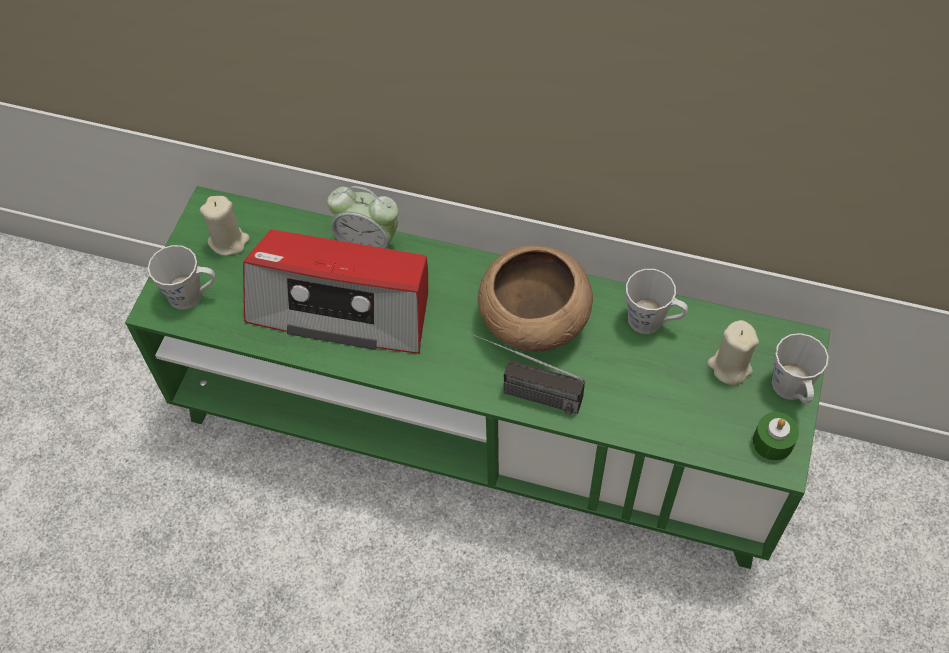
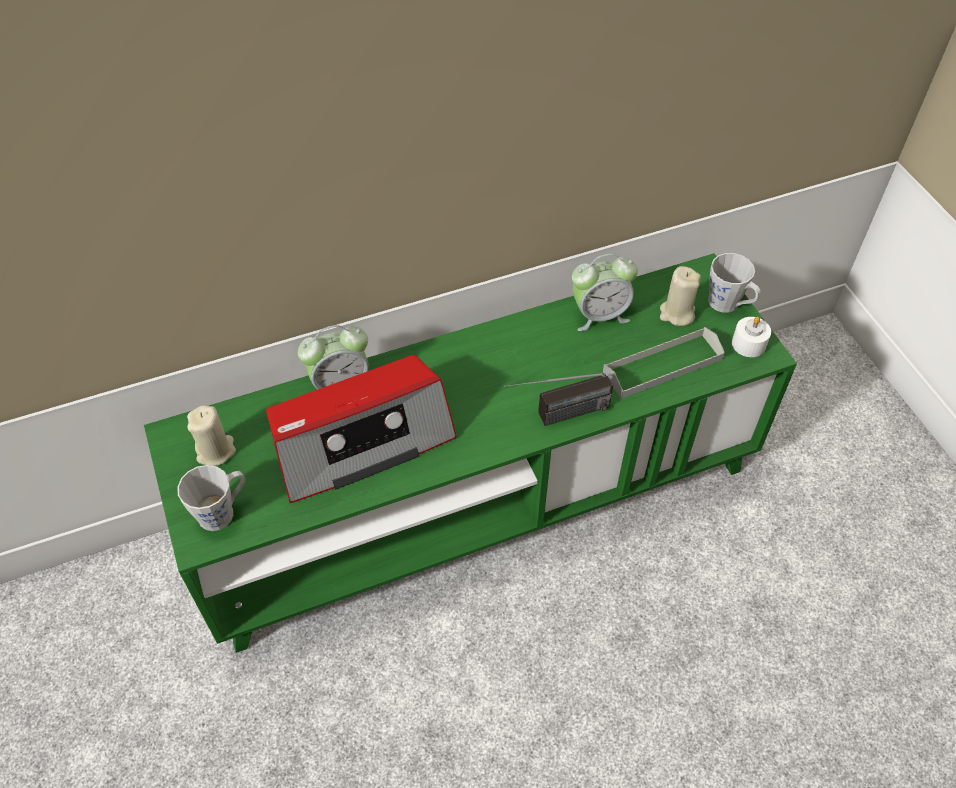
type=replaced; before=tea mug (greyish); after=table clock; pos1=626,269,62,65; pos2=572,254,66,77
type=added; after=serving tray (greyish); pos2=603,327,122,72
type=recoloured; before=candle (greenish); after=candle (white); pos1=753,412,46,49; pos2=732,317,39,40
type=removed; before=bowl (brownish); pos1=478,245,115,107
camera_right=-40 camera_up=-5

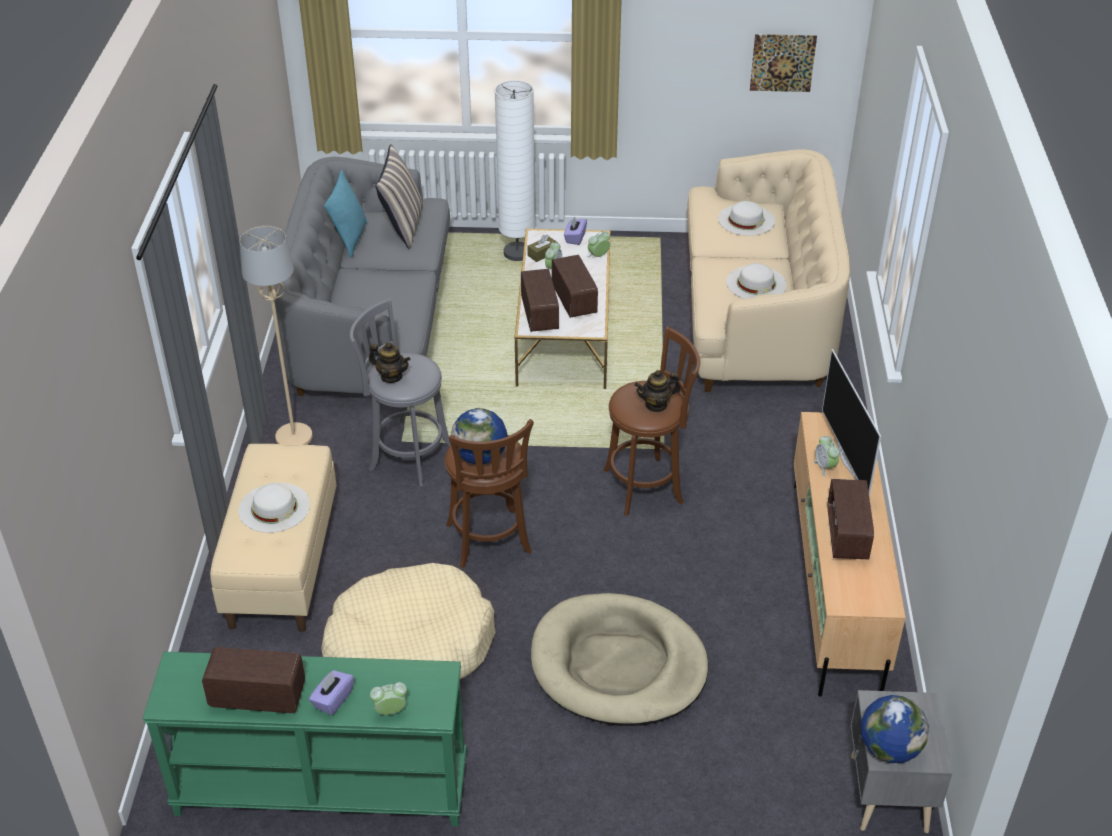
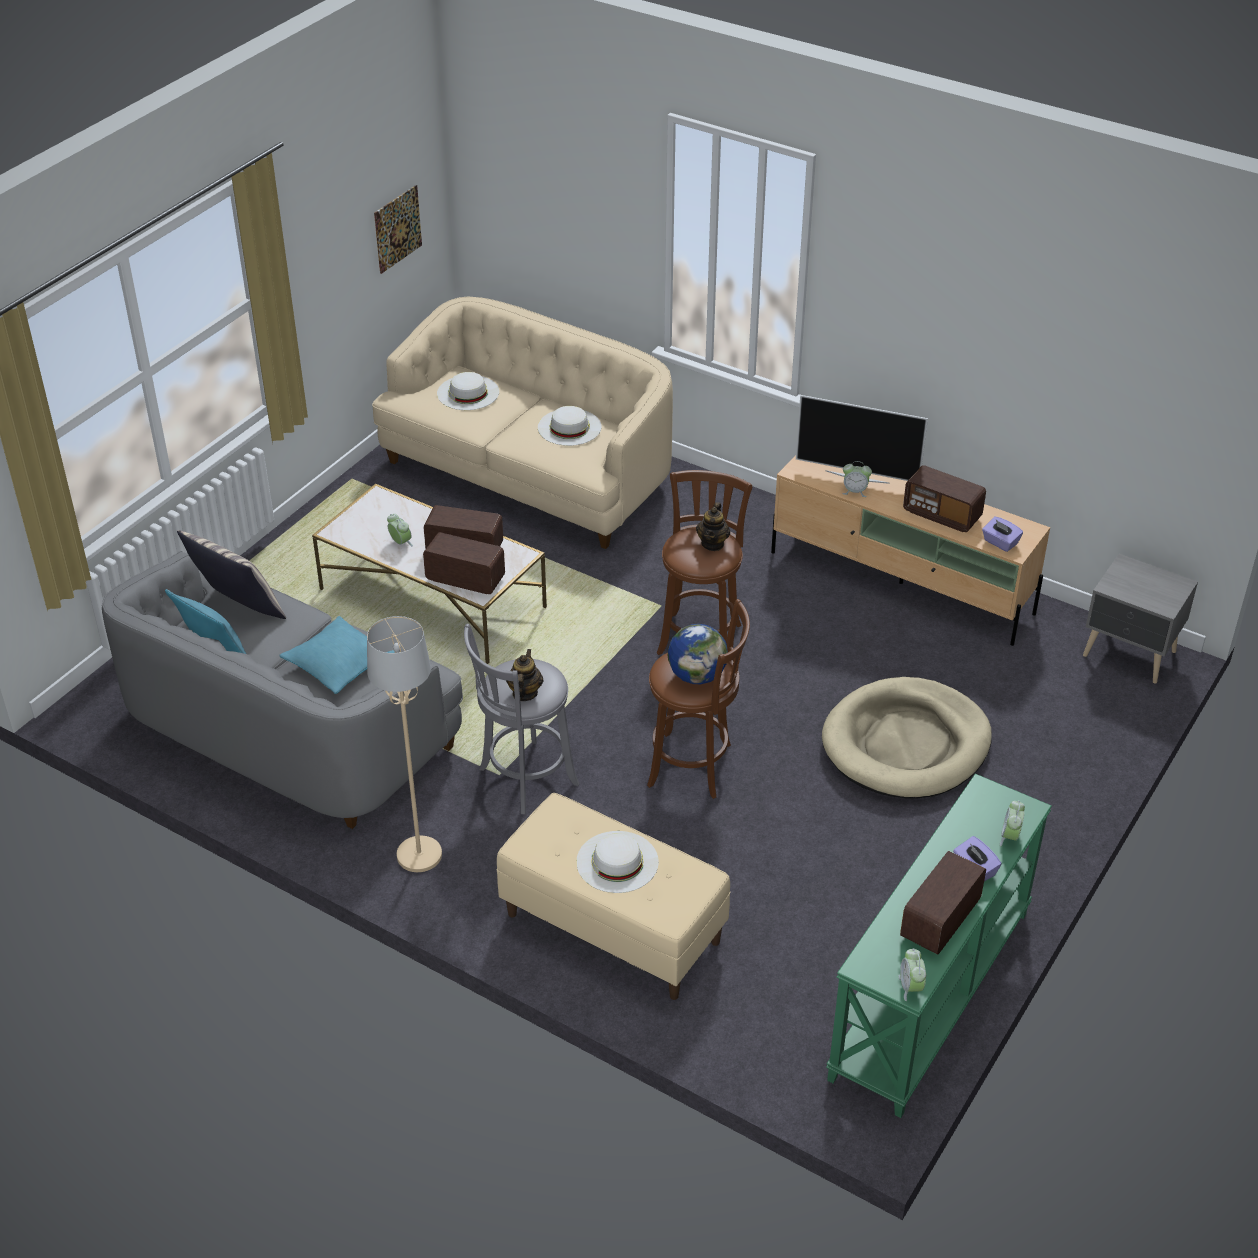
type=added; after=cushion (turquoise-coloured); pos2=279,616,116,78
type=turned; before=tea pot; pos1=369,342,41,41; pos2=506,649,37,52; turn=-45
type=moved; before=table clock; pos1=587,231,23,27; pos2=898,948,28,53
type=moved; before=tissue holder (purple-coloured); pos1=564,216,23,29; pos2=982,517,41,35
type=removed; before=dog bed (beige-coloured); pos1=321,563,175,116
type=removed; before=standing lamp (white); pos1=495,80,40,181
type=removed; before=tissue holder (brownish); pos1=527,234,31,28
type=removed; before=globe; pos1=861,695,68,68
camera_right=-60 camera_up=0

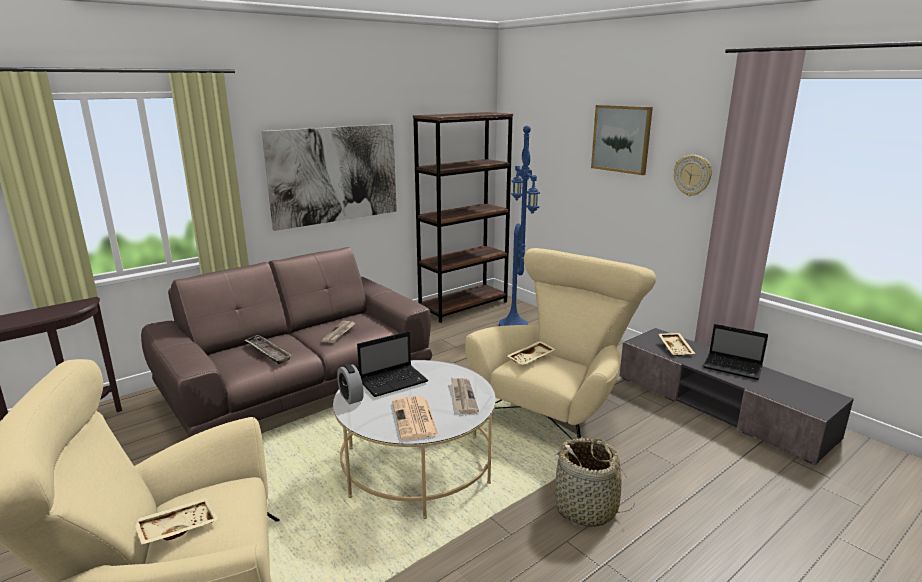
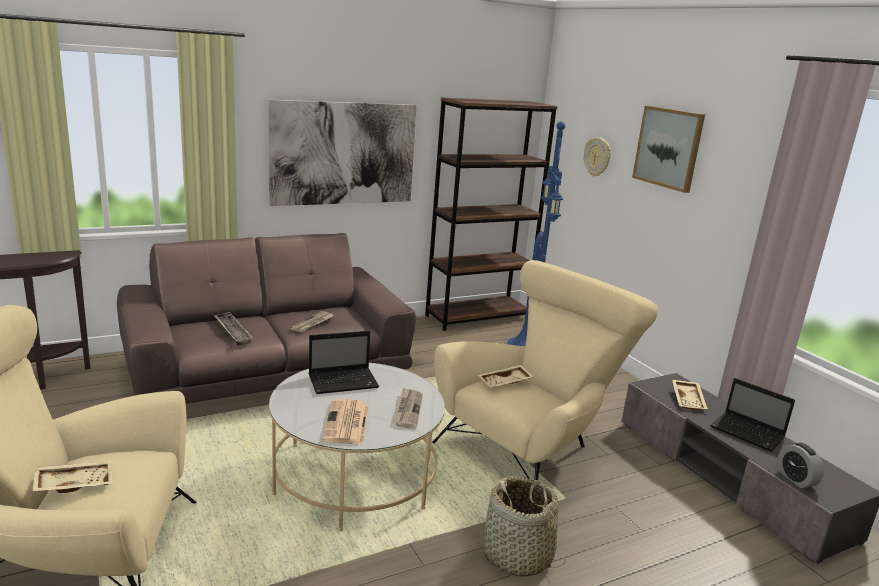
type=moved; before=hanging clock; pos1=674,155,38,41; pos2=584,137,27,39
type=moved; before=table clock; pos1=337,364,27,40; pos2=778,443,46,45
camera_right=10 camera_up=0

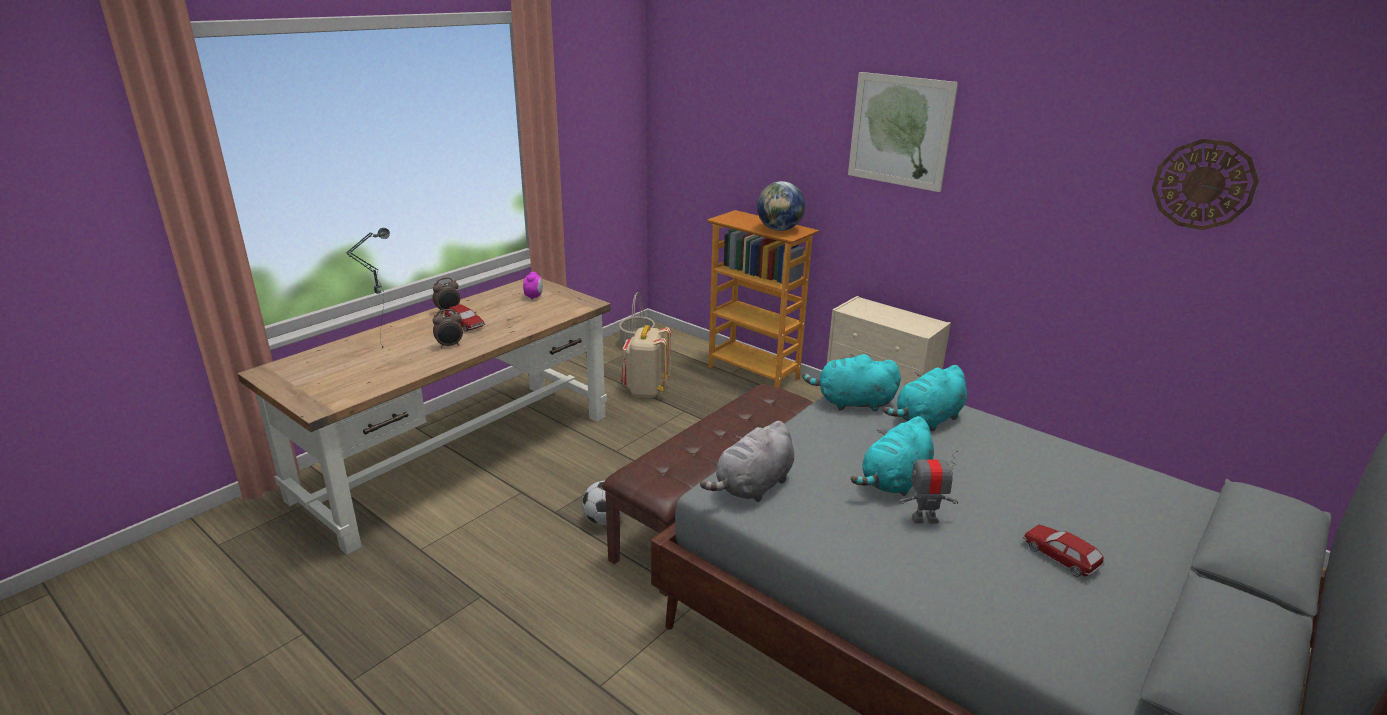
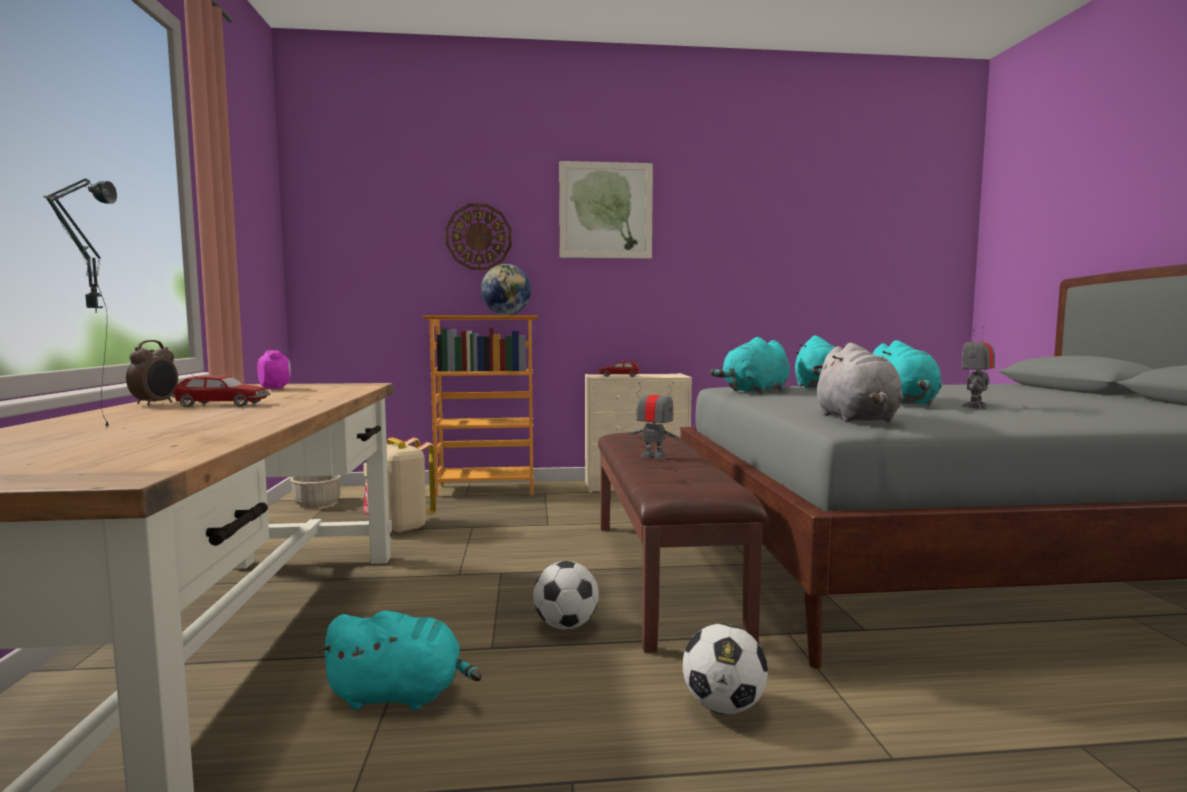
type=added; after=cuddly toy (turquoise-coloured); pos2=317,611,165,99
type=moved; before=hanging clock; pos1=1152,139,107,91; pos2=446,203,66,67
type=moved; before=model car; pos1=1023,525,82,52; pos2=599,362,42,15
type=added; after=toy robot; pos2=628,382,52,77
type=added; after=football ball; pos2=683,623,85,92
type=removed; before=table clock; pos1=433,309,30,39
camera_right=-45 camera_up=-20

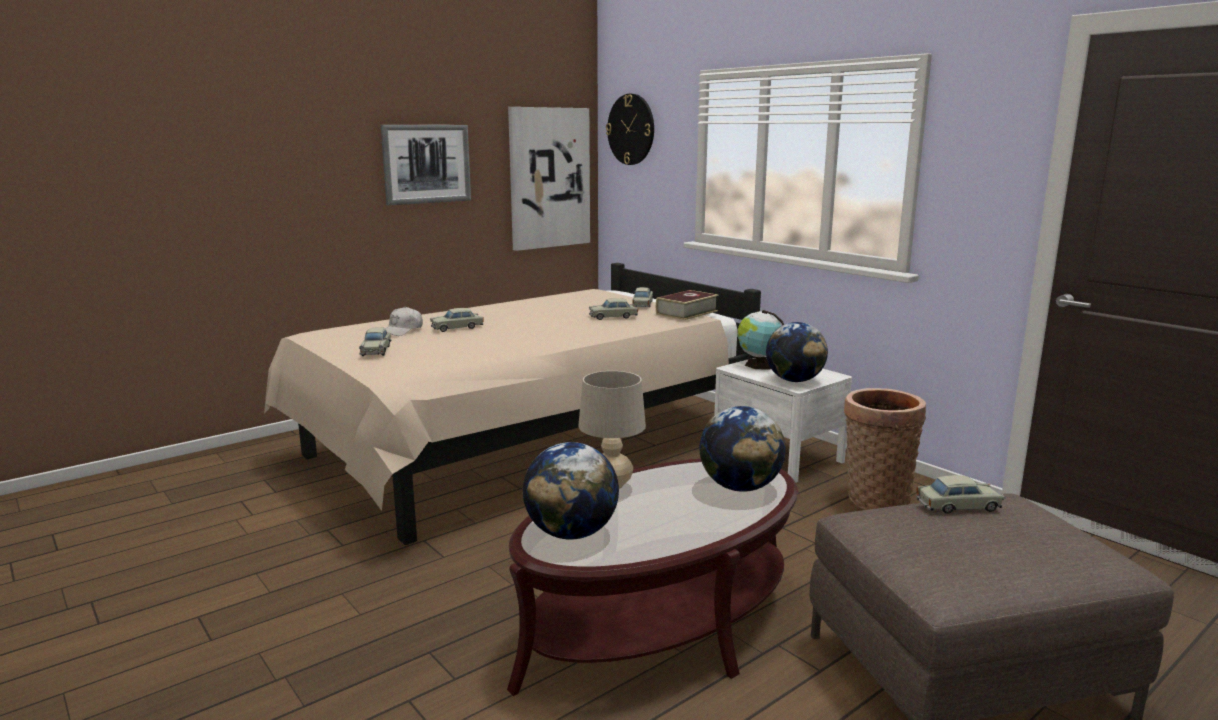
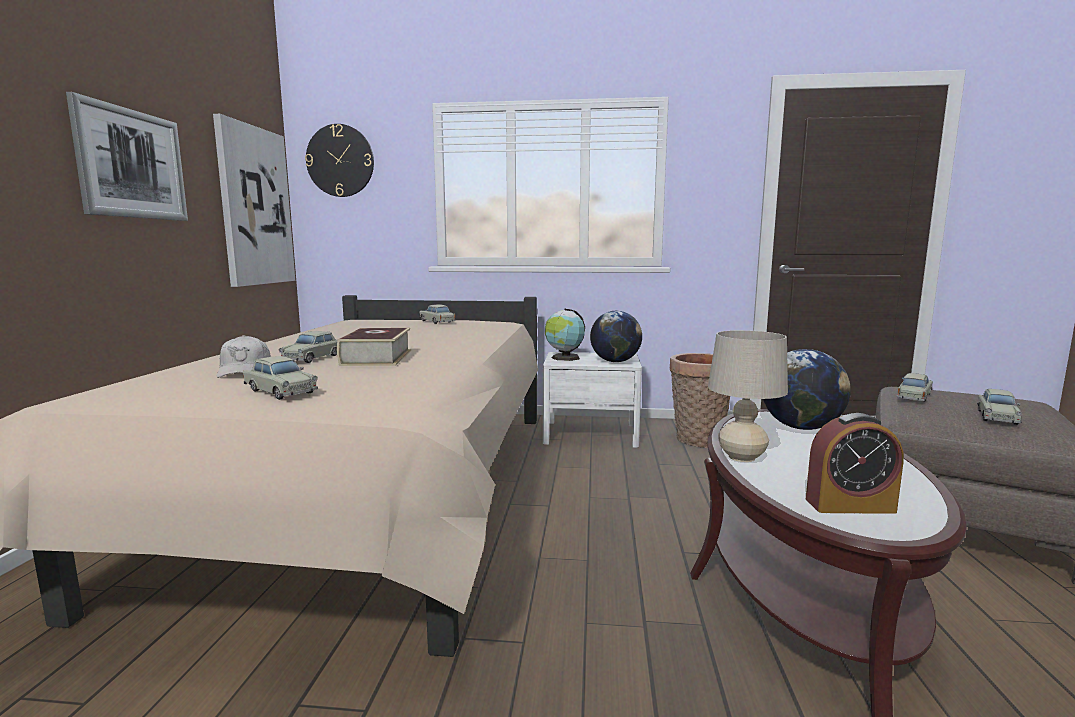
type=moved; before=bound book; pos1=656,290,63,30; pos2=337,328,74,38
type=replaced; before=globe; after=table clock; pos1=523,442,96,98; pos2=806,413,98,101
type=moved; before=model car (beige-coloured); pos1=589,298,49,22; pos2=977,389,45,36
camera_right=-45 camera_up=-5

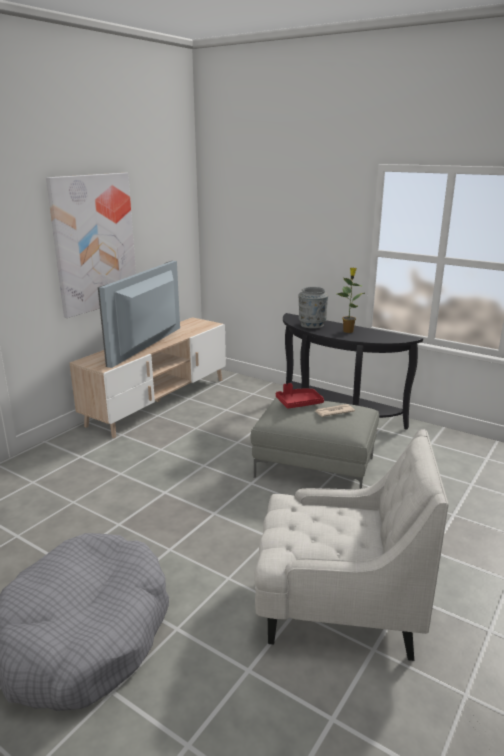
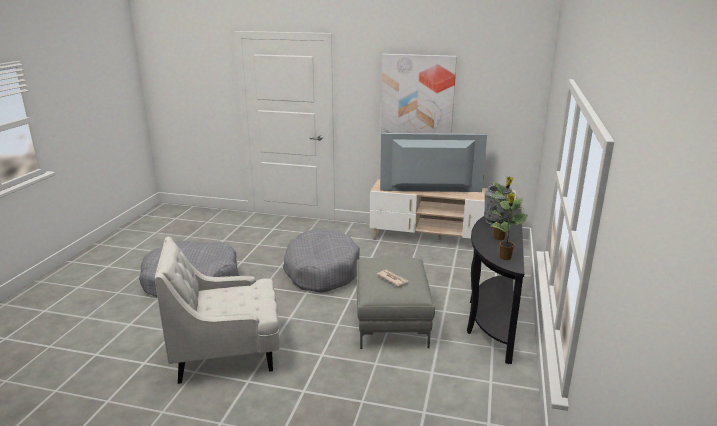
type=turned; before=easy chair (white); pos1=254,429,195,232; pos2=154,237,126,147; turn=90
type=added; after=dog bed (greyish); pos2=283,228,77,65
type=added; after=plant in a pot; pos2=491,193,37,67
type=removed; before=serving tray (red-coloured); pos1=276,383,48,26
camera_right=70 camera_up=0

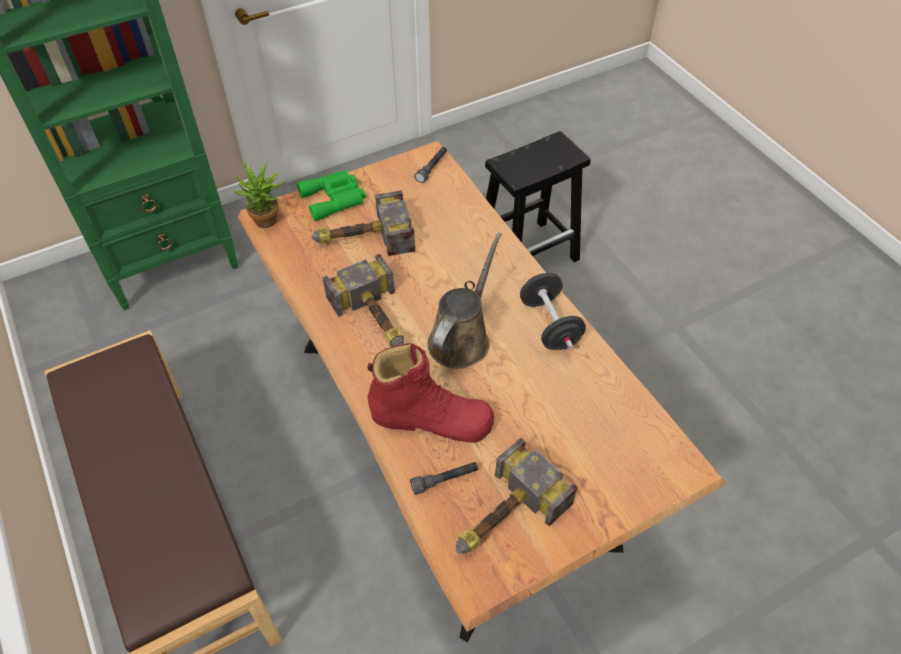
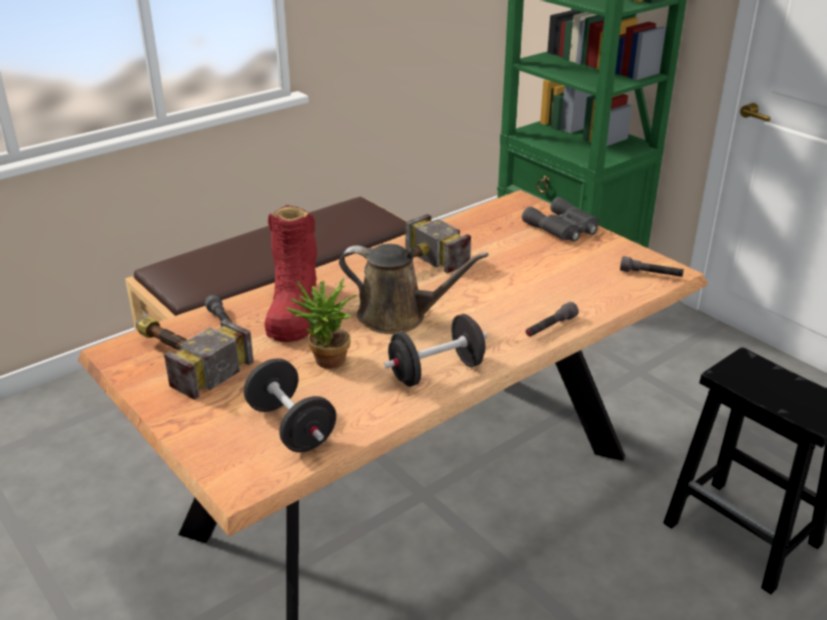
type=added; after=dumbbell (blackish); pos2=244,358,92,94
type=moved; before=plant in a pot; pos1=233,159,54,69; pos2=286,276,72,93
type=recoloured; before=field glasses (greenish); after=field glasses (greyish); pos1=297,170,69,51; pos2=522,197,77,45
type=added; after=hand torch (greyish); pos2=526,302,53,35
type=removed; before=hand hammer; pos1=312,190,103,66
camera_right=80 camera_up=-20

